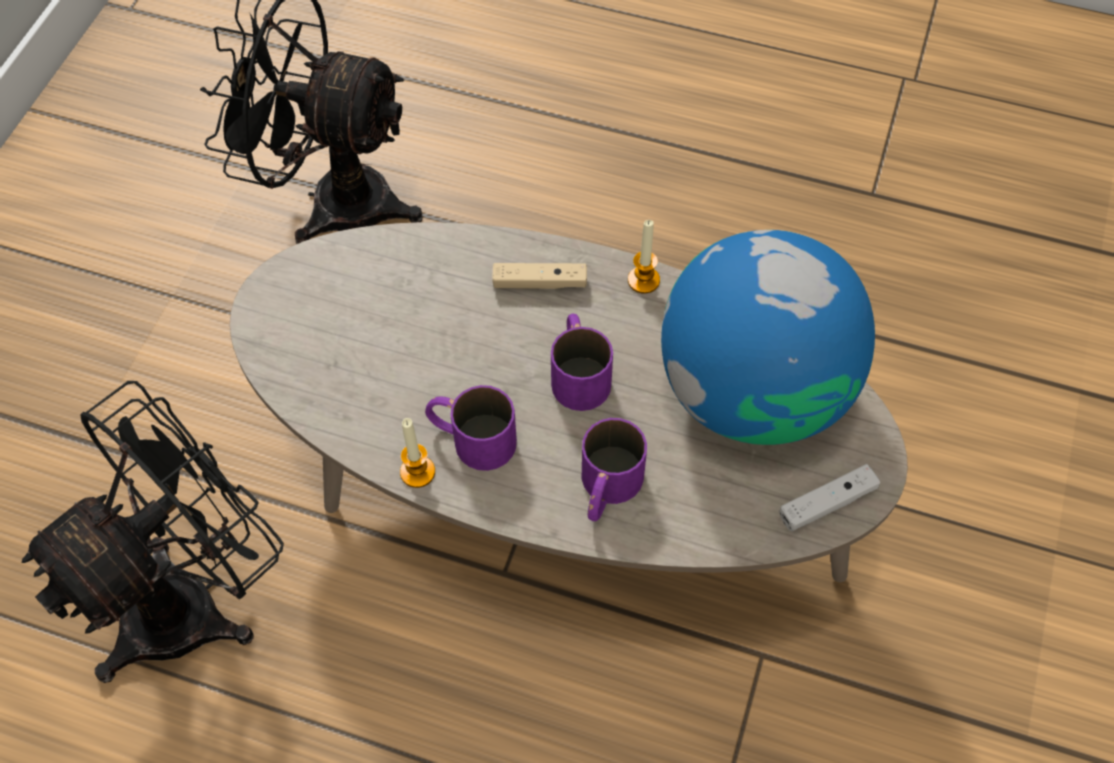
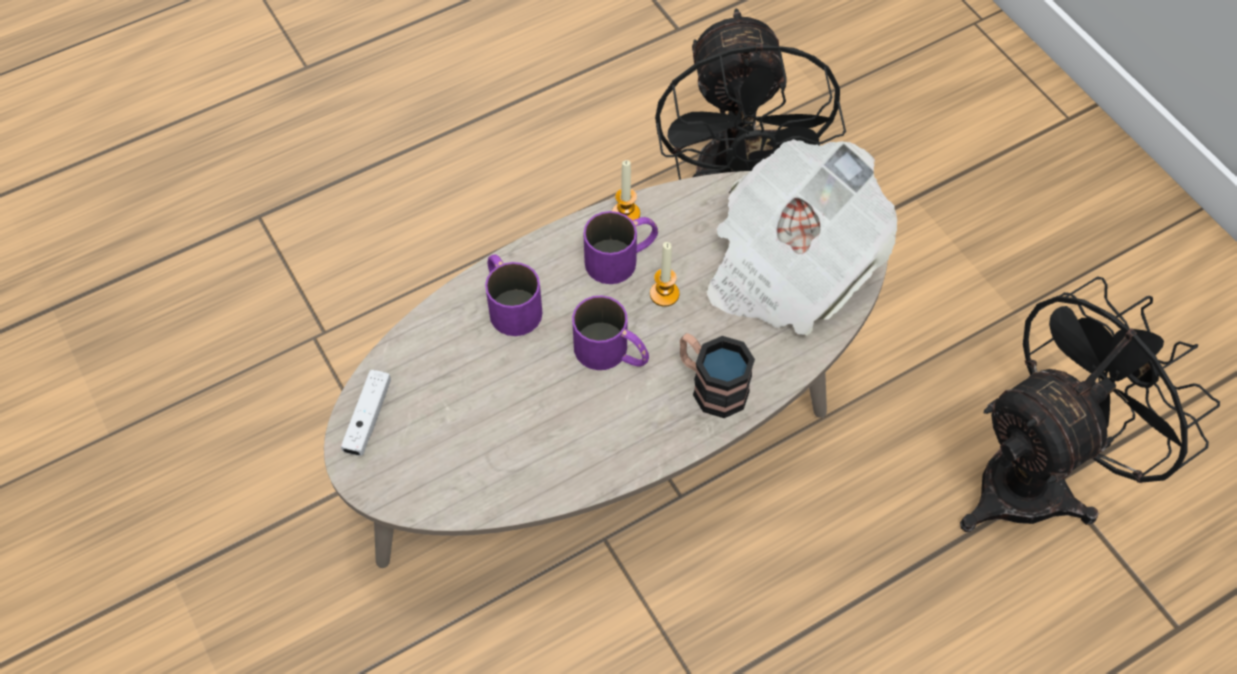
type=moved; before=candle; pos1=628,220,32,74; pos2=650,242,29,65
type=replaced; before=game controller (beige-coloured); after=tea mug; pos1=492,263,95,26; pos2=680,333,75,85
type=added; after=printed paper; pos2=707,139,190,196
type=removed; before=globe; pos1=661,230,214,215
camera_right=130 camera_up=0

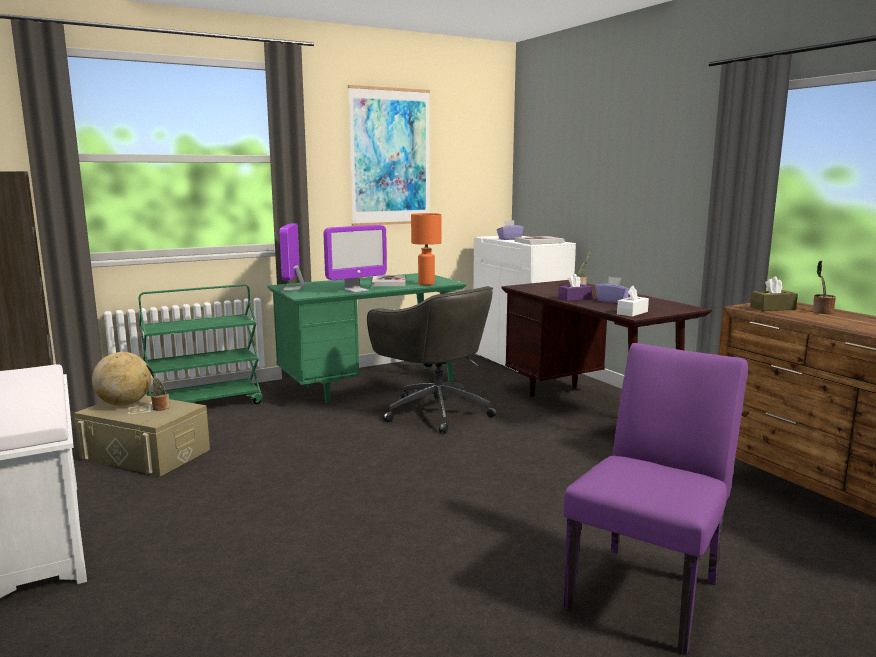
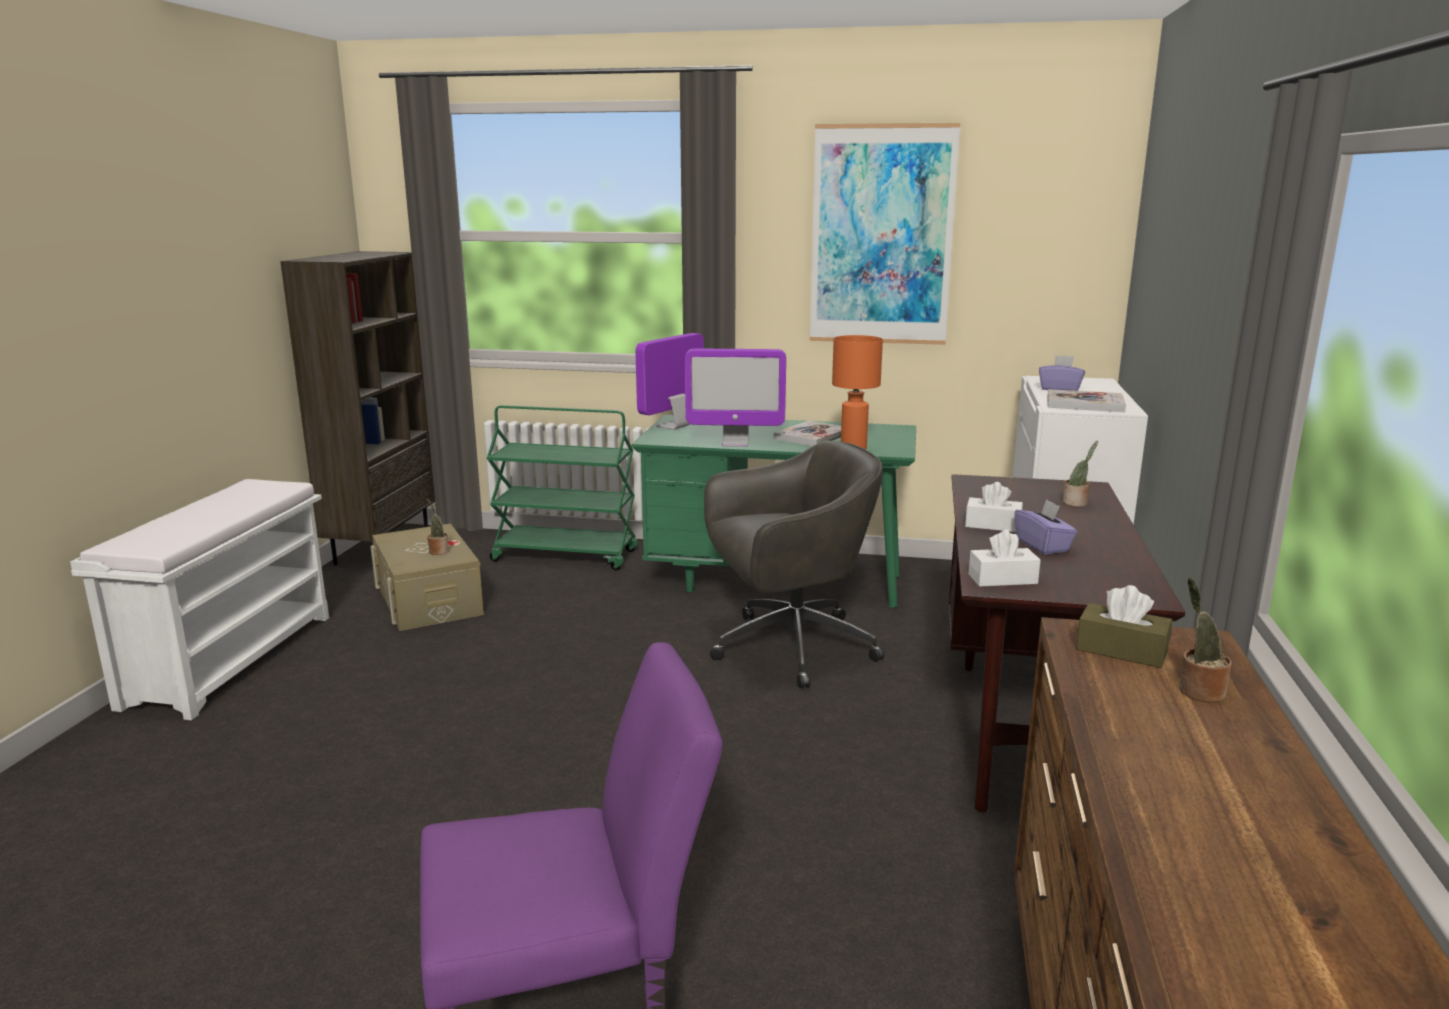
type=turned; before=desk chair (greyish); pos1=367,286,130,147; pos2=704,441,180,247; turn=-105
type=recoloured; before=tissue holder (purple-coloured); after=tissue holder (white); pos1=558,274,34,27; pos2=965,482,58,50
type=removed; before=globe; pos1=92,352,59,54
camera_right=40 camera_up=5

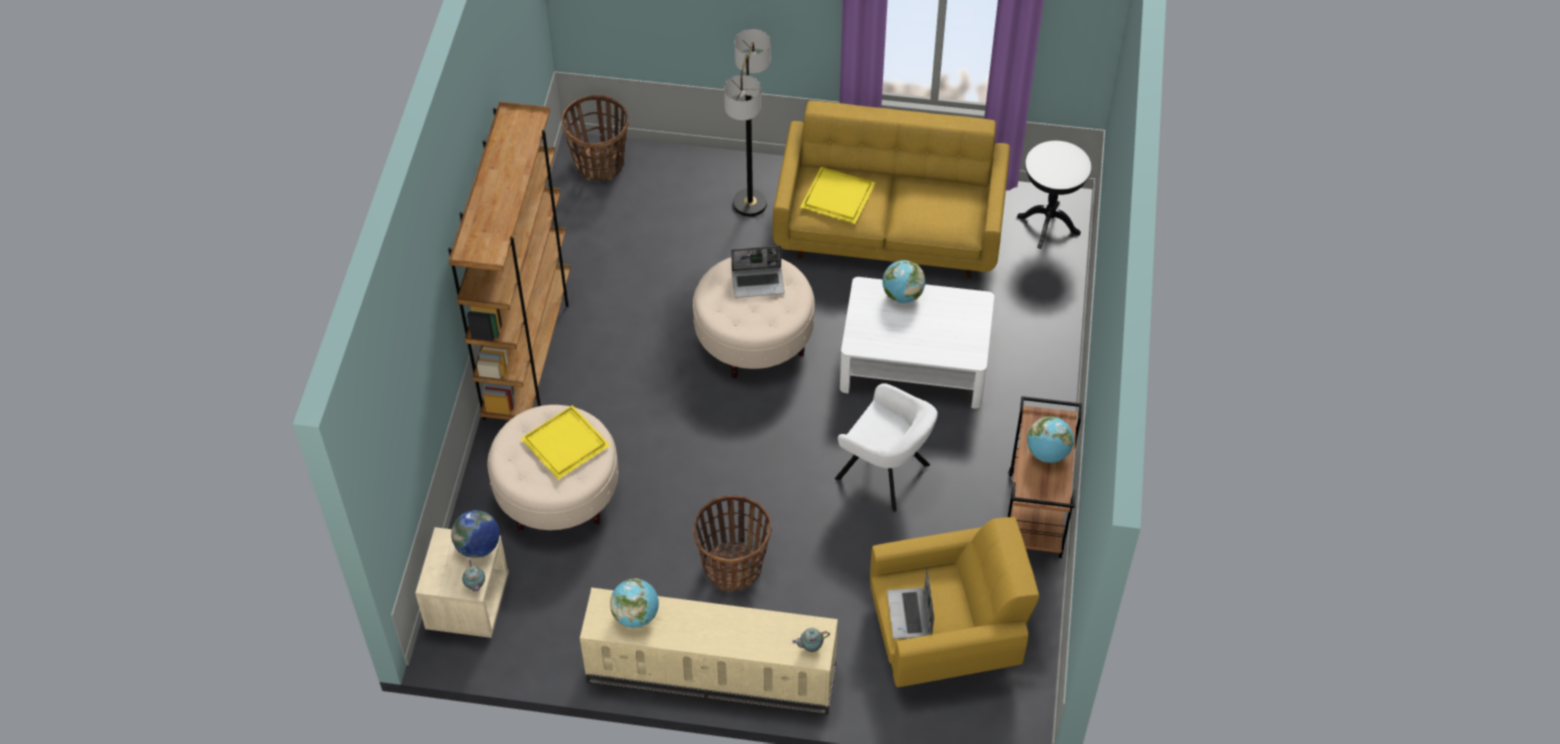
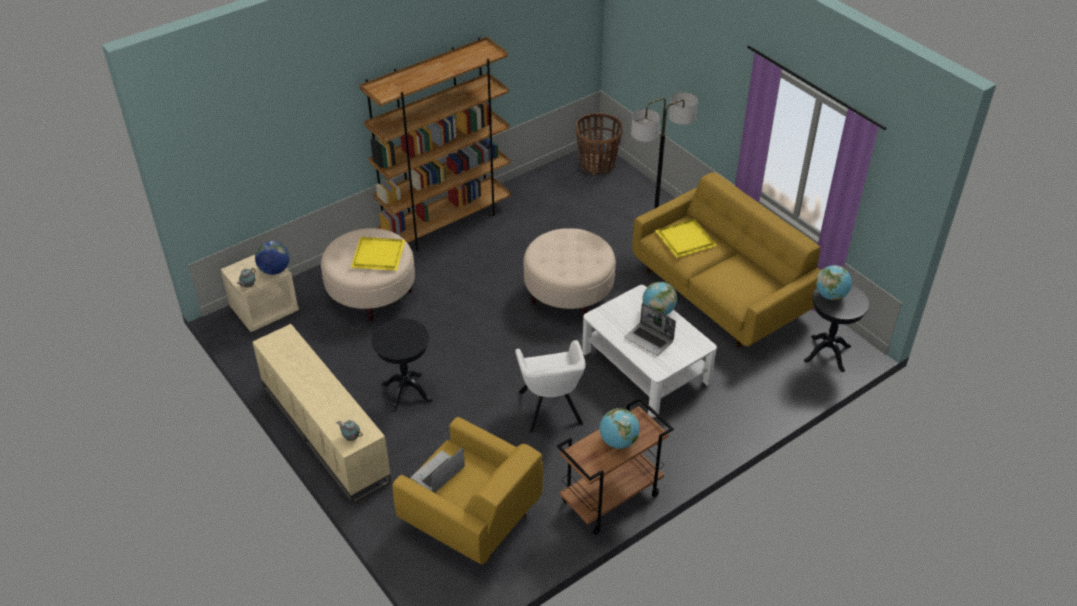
type=replaced; before=household basket; after=end table (blackish); pos1=693,495,79,97; pos2=371,318,61,94
type=moved; before=portable computer; pos1=731,246,54,52; pos2=624,303,52,53
type=moved; before=globe; pos1=610,578,49,50; pos2=816,265,36,35
camera_right=45 camera_up=-10

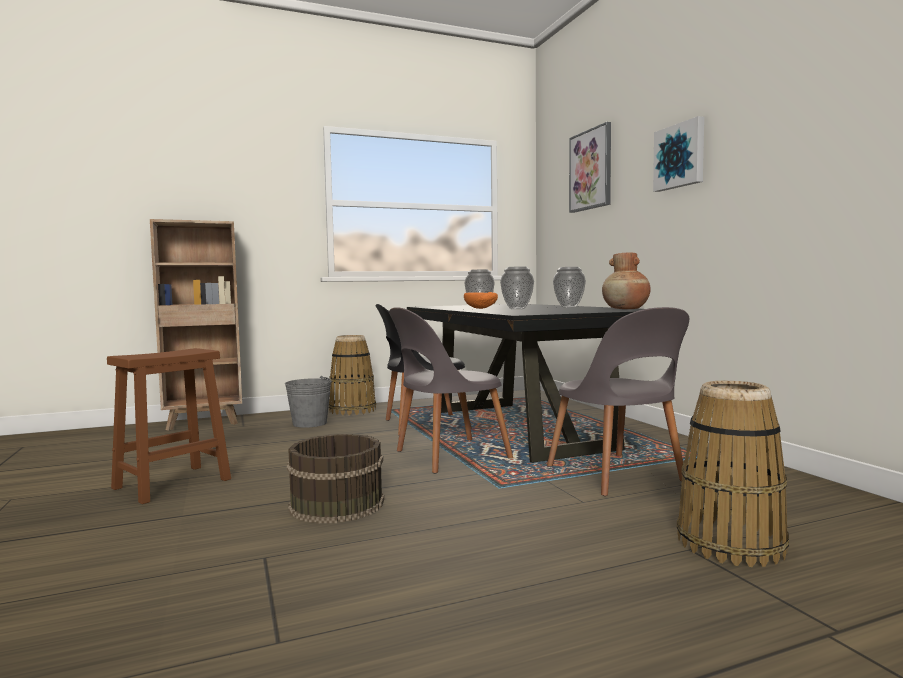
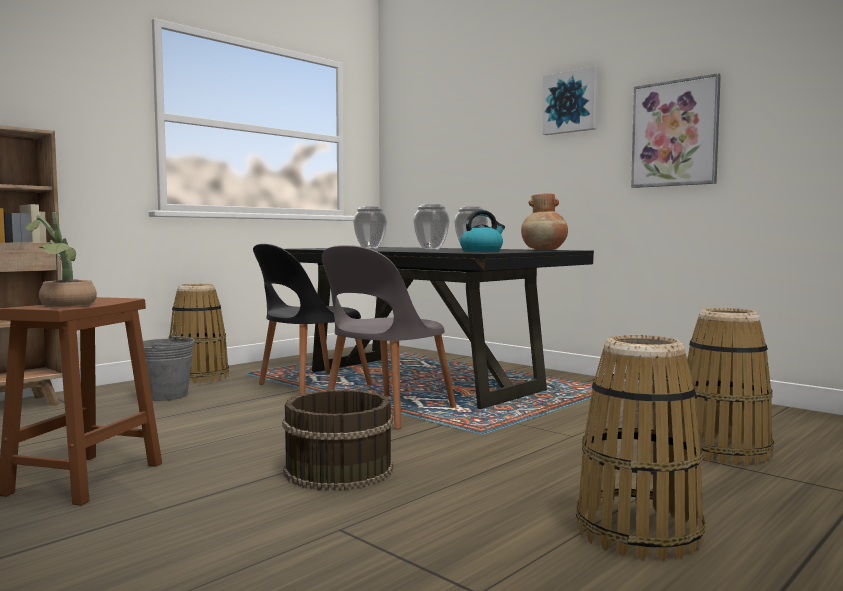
type=added; after=plant in a pot; pos2=26,212,71,95
type=added; after=kettle; pos2=460,210,45,42
type=added; after=household basket; pos2=576,335,129,225
type=moved; before=picture; pos1=569,122,42,91; pos2=631,73,90,115
type=removed; before=bowl (orangey); pos1=464,292,34,17
type=removed; before=upright chair (greyish); pos1=547,307,142,189
camera_right=-25 camera_up=0

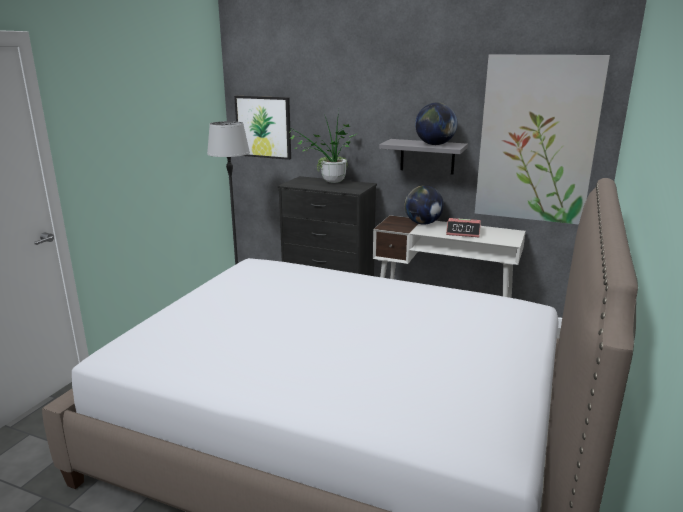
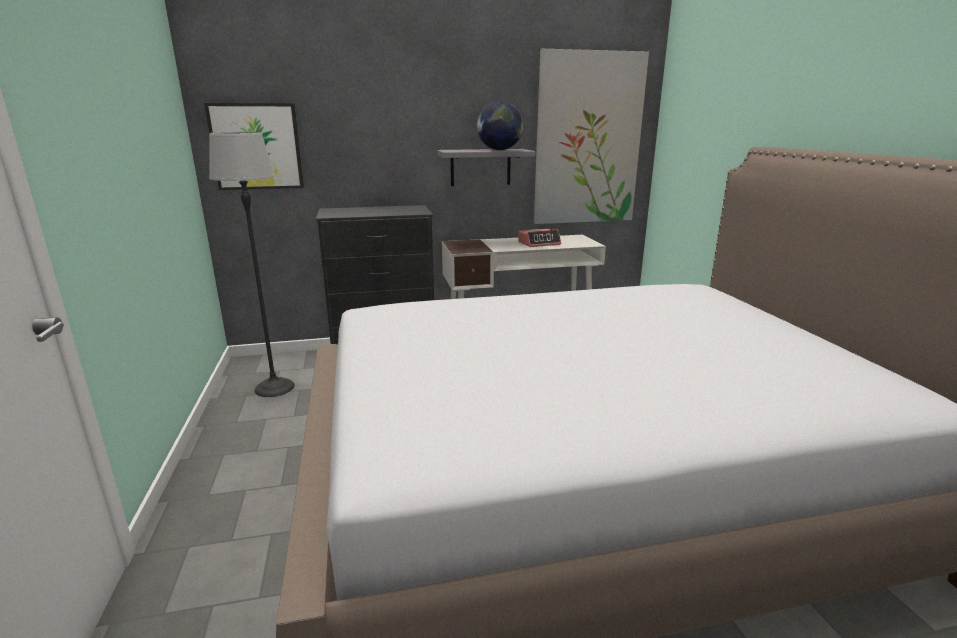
type=removed; before=plant in a pot; pos1=287,111,71,72
type=removed; before=globe; pos1=404,185,40,40
camera_right=-35 camera_up=0

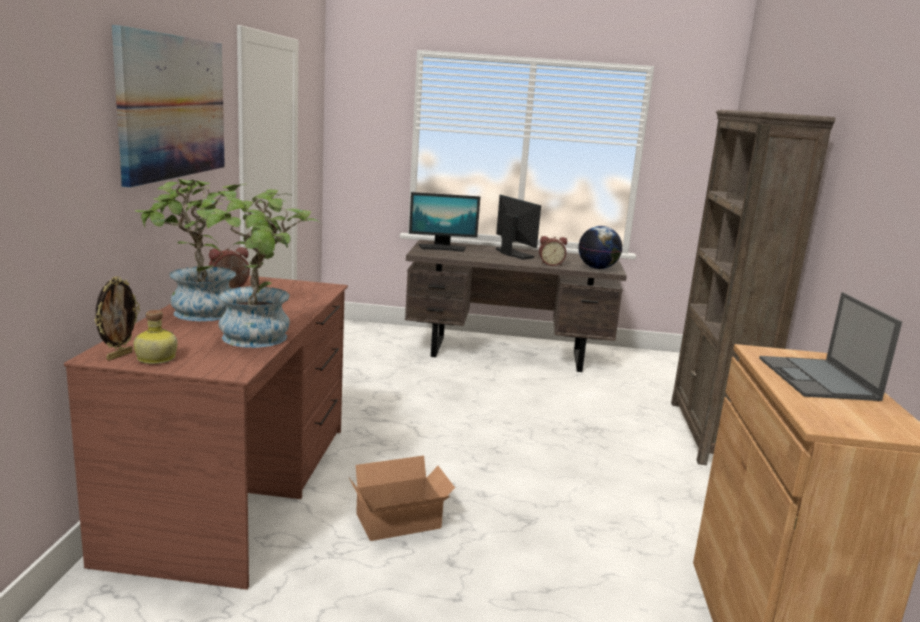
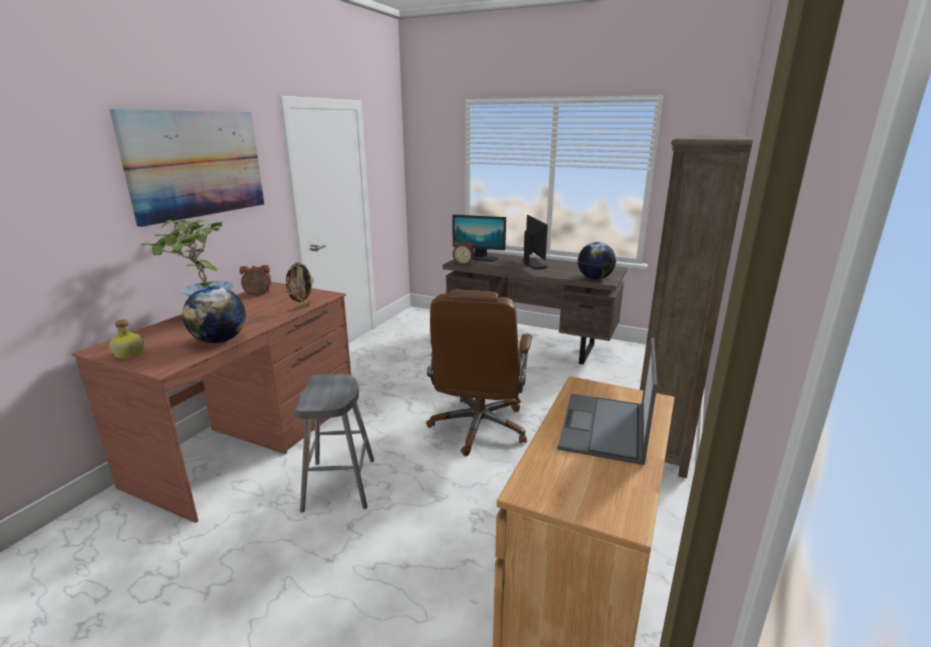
type=replaced; before=plant in a pot; after=globe; pos1=203,189,116,159; pos2=182,286,64,57
type=moved; before=picture frame; pos1=95,276,45,85; pos2=285,262,29,48
type=replaced; before=cardboard box; after=stool (greyish); pos1=349,456,106,85; pos2=294,374,81,139
type=added; after=desk chair (brownish); pos2=426,290,106,166
type=moved; before=table clock; pos1=539,236,28,30; pos2=453,241,21,24
camera_right=20 camera_up=5

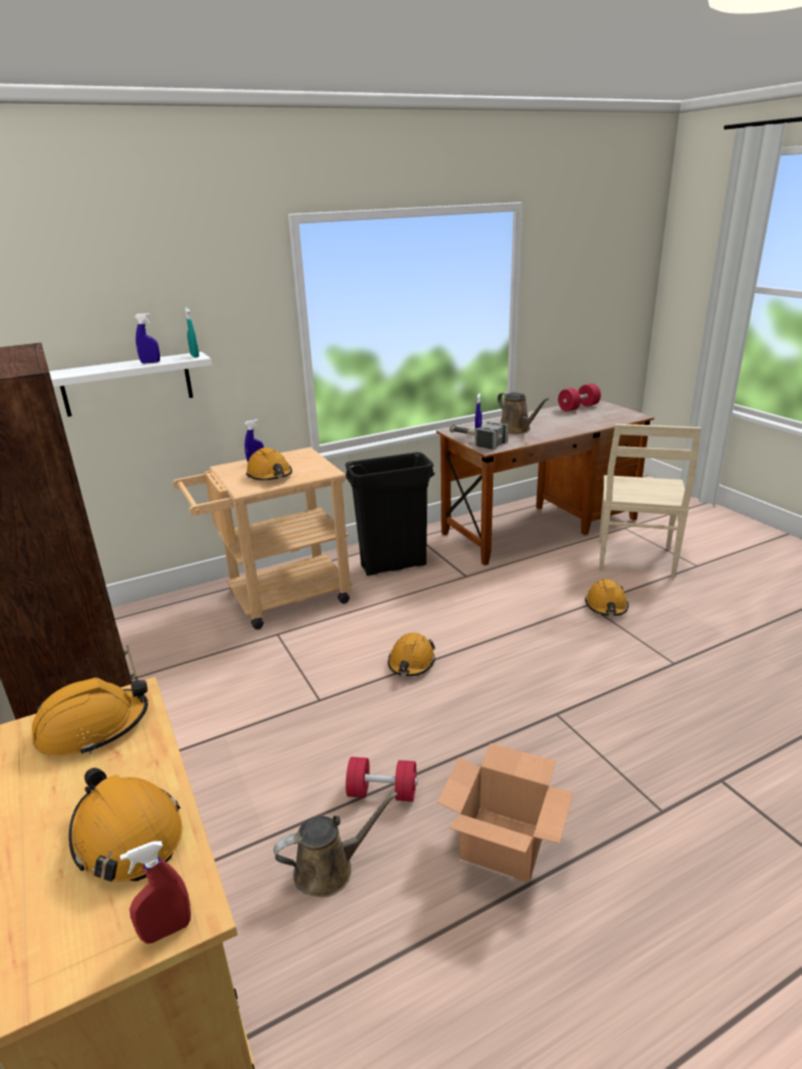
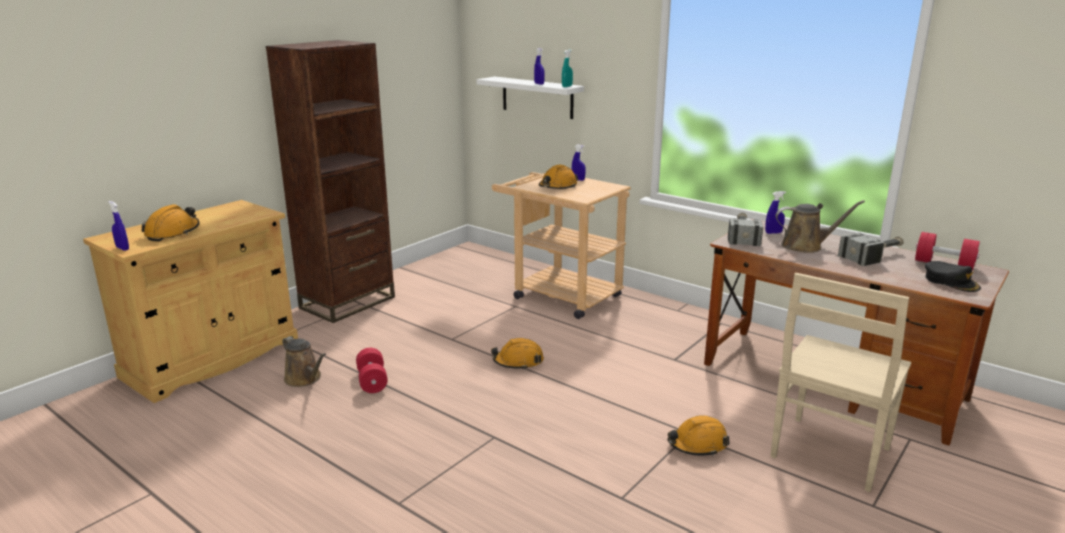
type=recoloured; before=spray bottle (red-coloured); after=spray bottle (blue-coloured); pos1=120,841,71,103; pos2=108,201,21,50
type=turned; before=upright chair (beige-coloured); pos1=599,424,102,153; pos2=770,273,141,219; turn=-45
type=turned; before=watering can (brownish); pos1=497,392,52,42; pos2=776,200,89,53; turn=-120
type=added; after=hand hammer; pos2=838,233,66,33
type=added; after=baseball cap (blackish); pos2=925,261,56,31
type=removed; before=safety helmet (orangey); pos1=32,677,116,79
type=removed; before=rubbish bin (blackish); pos1=345,452,90,124
type=removed; before=cardboard box; pos1=437,743,136,139
camera_right=65 camera_up=-5

